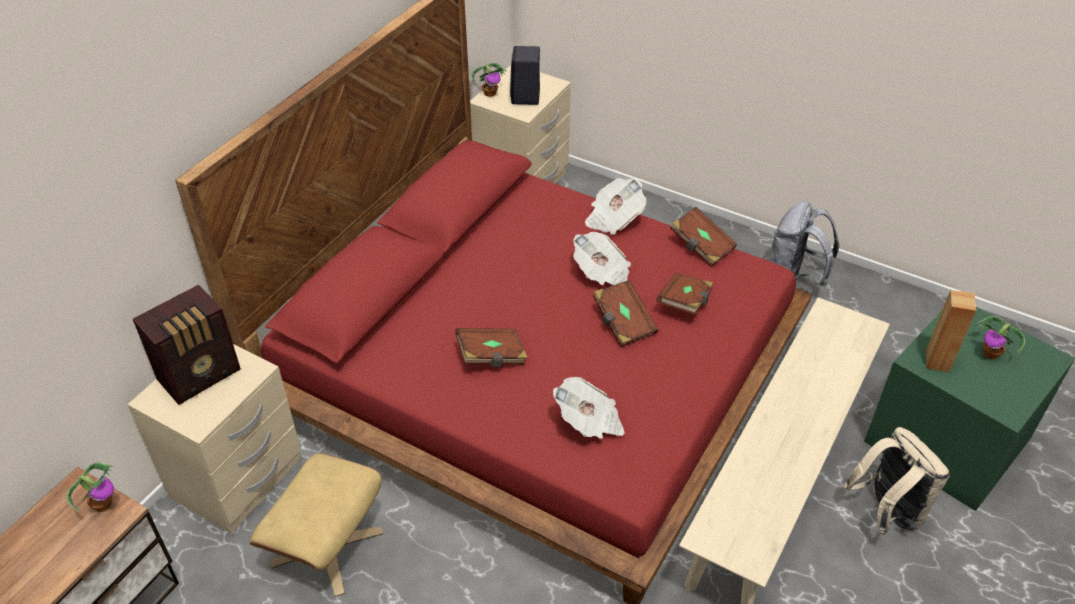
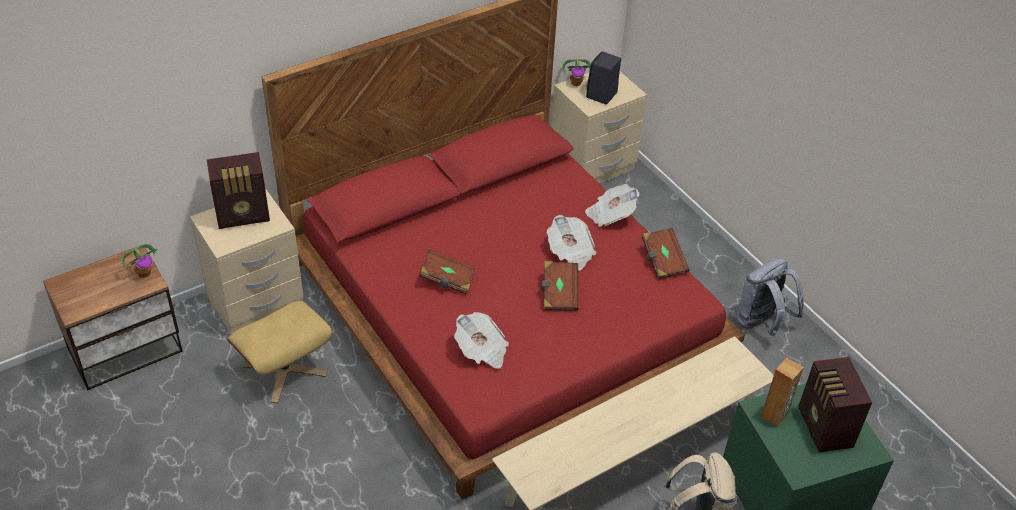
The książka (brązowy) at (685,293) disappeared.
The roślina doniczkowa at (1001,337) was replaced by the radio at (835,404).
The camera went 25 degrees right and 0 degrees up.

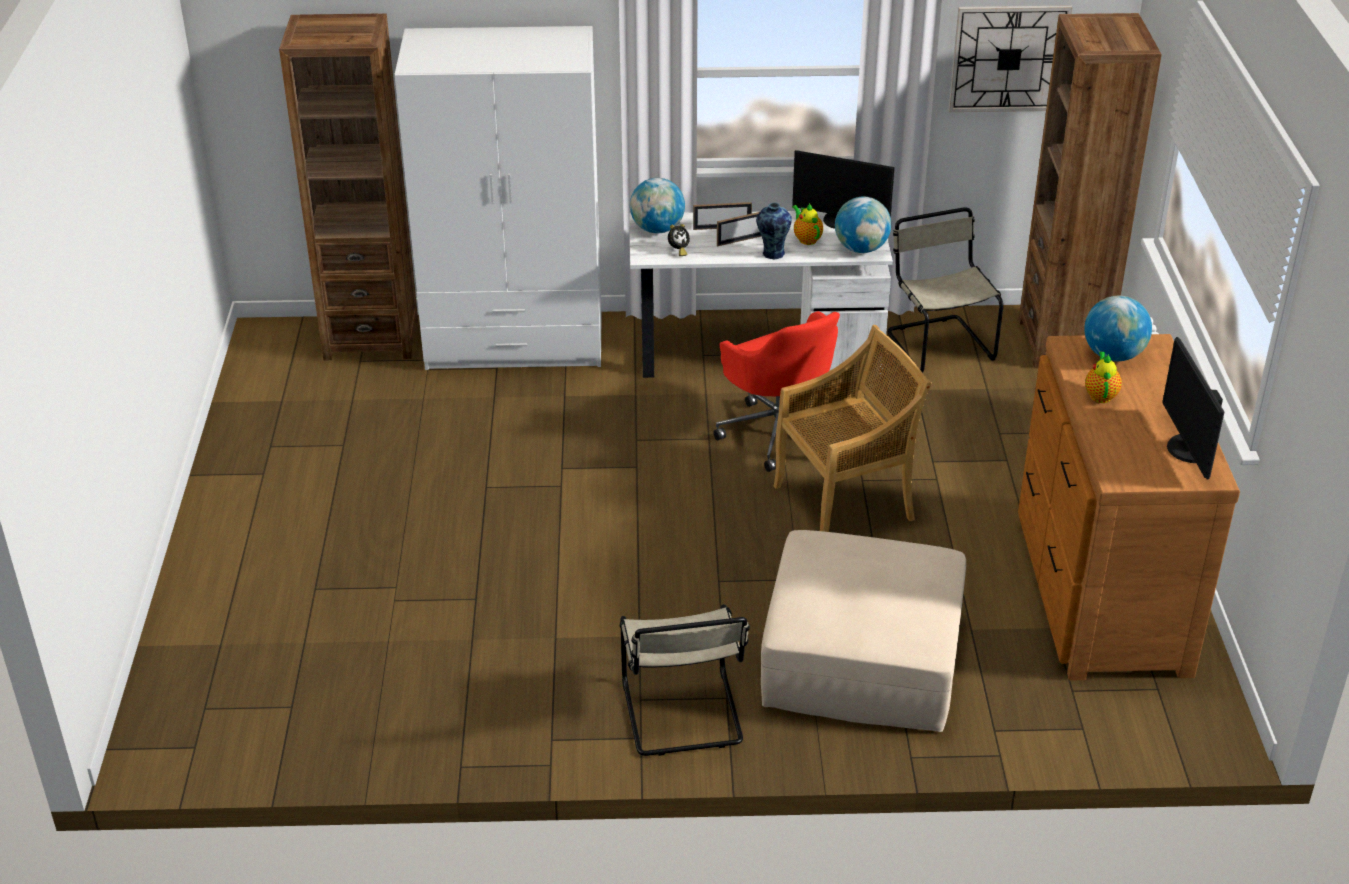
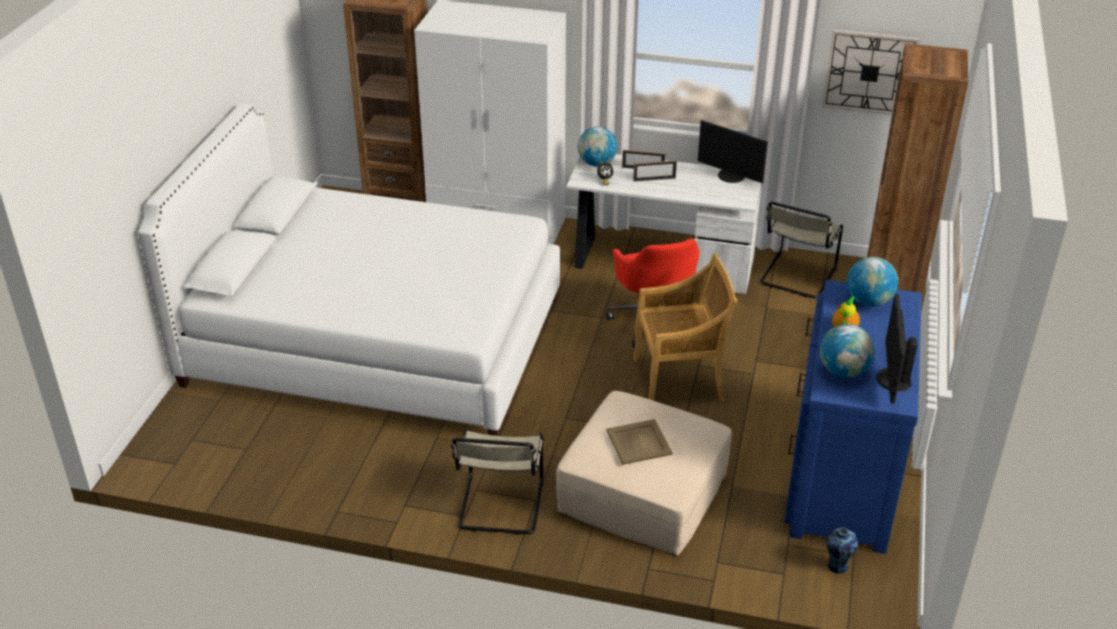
The globus moved from (863,224) to (847,351).
The wazon moved from (774,231) to (841,550).
The imbryk at (807,224) disappeared.
The krzesło (beżowy) at (945,290) turned 150 degrees counterclockwise.
The komoda (brązowy) at (1129,507) became the komoda (niebieski) at (853,417).
The łóżko (biały) at (349,270) appeared.
The taca (beżowy) at (639,442) appeared.
The camera went 15 degrees right and 0 degrees up.

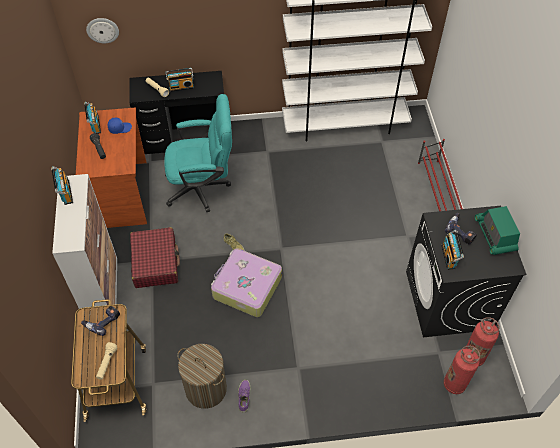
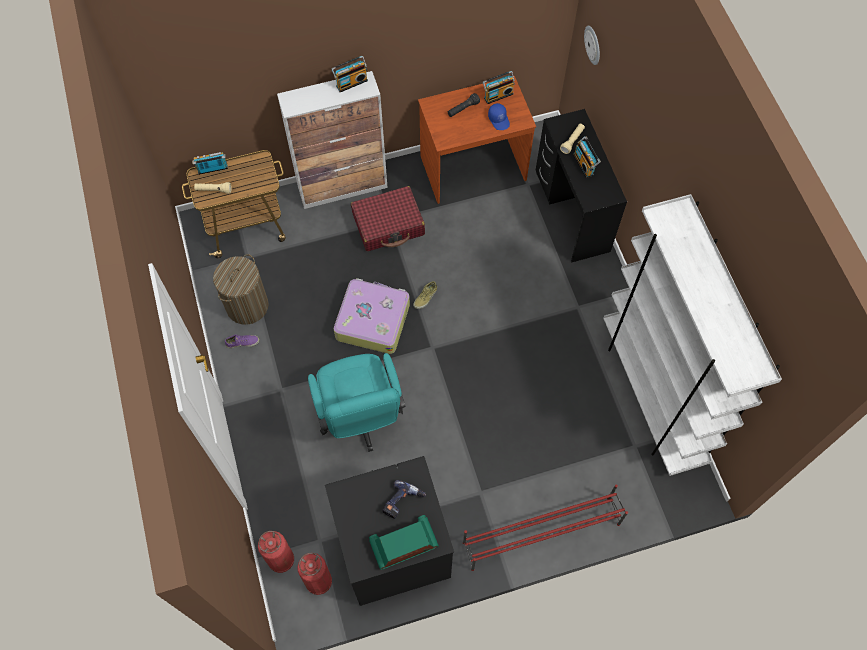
The krzesło biurowe (turkusowy) moved from (198,153) to (357,402).
The radio moved from (452,250) to (210,163).
The wiertarka at (100,321) disappeared.
The camera went 80 degrees right and 10 degrees up.

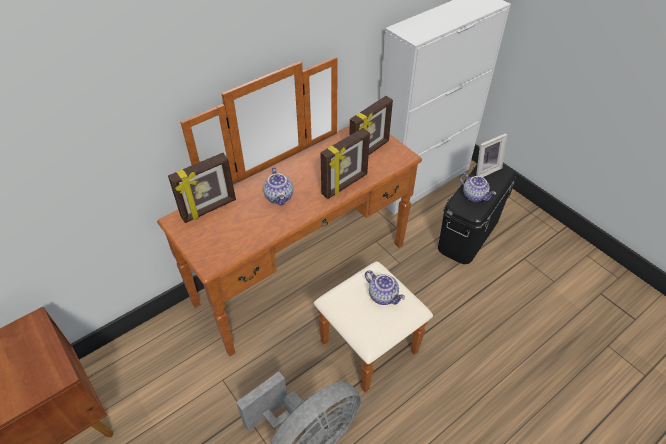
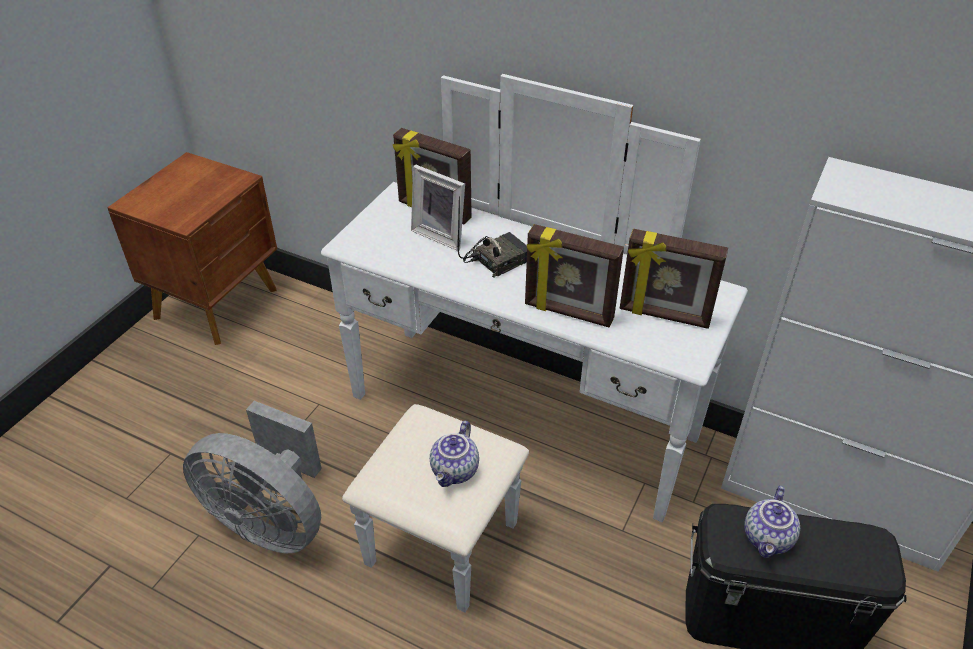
The komoda (brązowy) at (295,225) became the komoda (biały) at (534,343).
The ramka na zdjęcie moved from (491,155) to (438,208).
The imbryk at (278,186) was replaced by the radio at (492,237).
The camera went 65 degrees right and 5 degrees down.

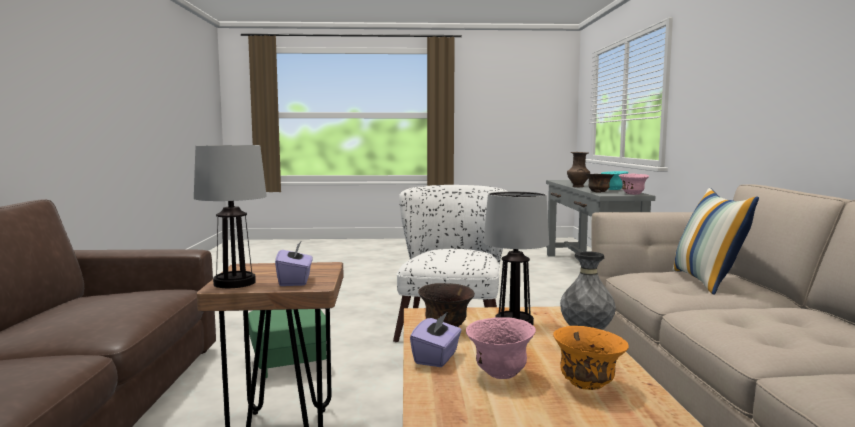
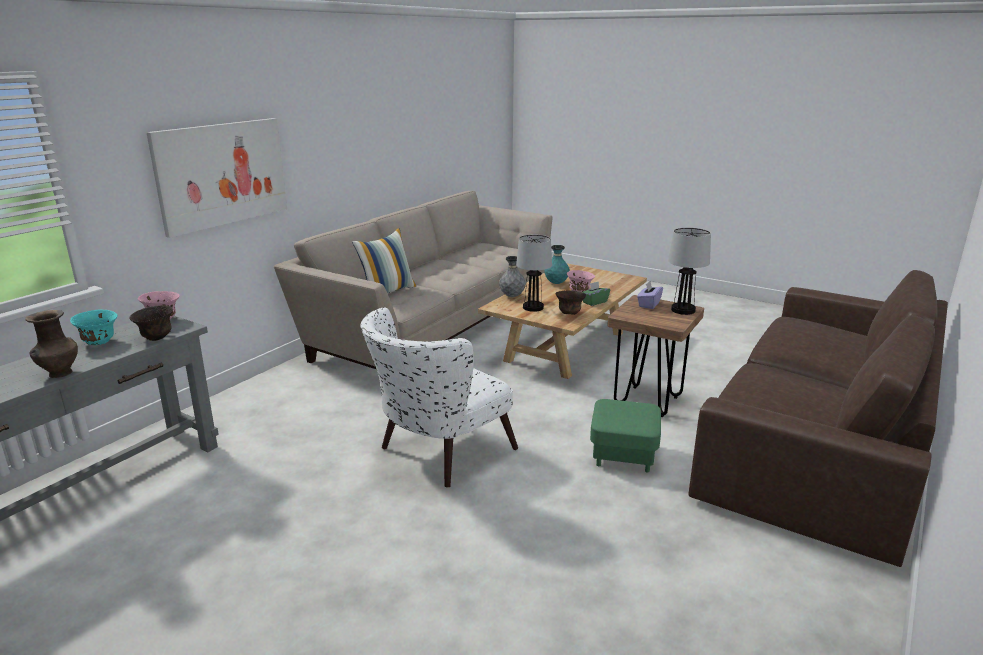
The pudełko chusteczek (fioletowy) at (436,339) became the pudełko chusteczek (zielony) at (596,293).
The miska (pomarańczowy) at (591,358) was replaced by the wazon (turkusowy) at (557,264).
The obraz at (216,178) appeared.
The camera went 145 degrees left and 15 degrees up.

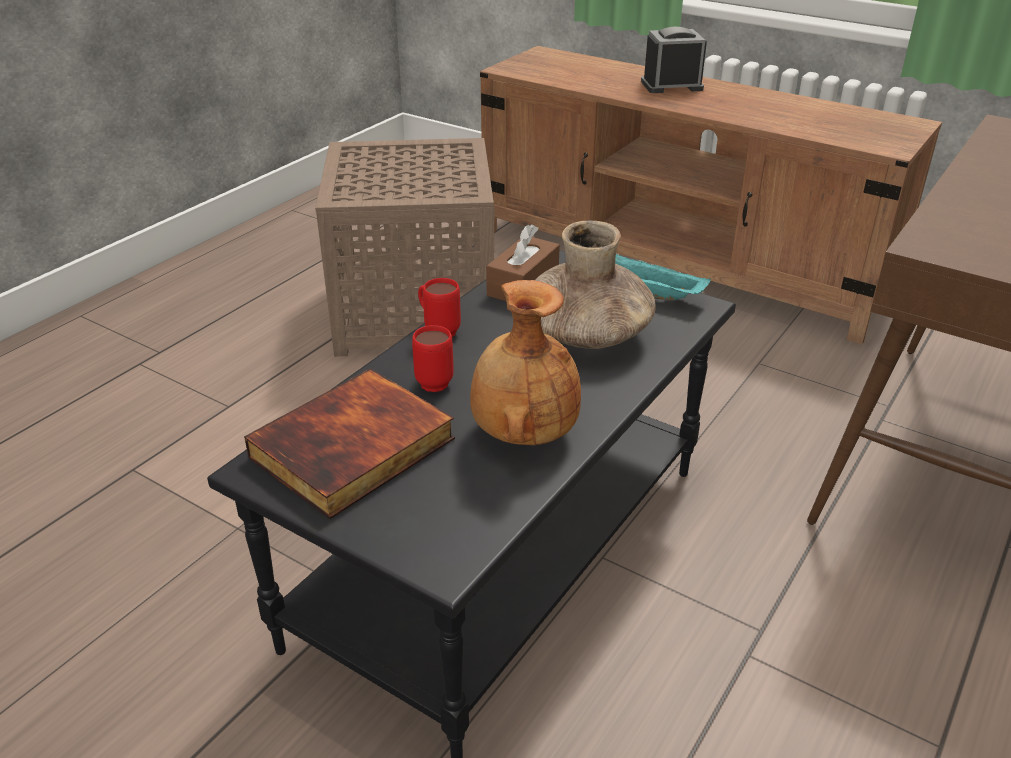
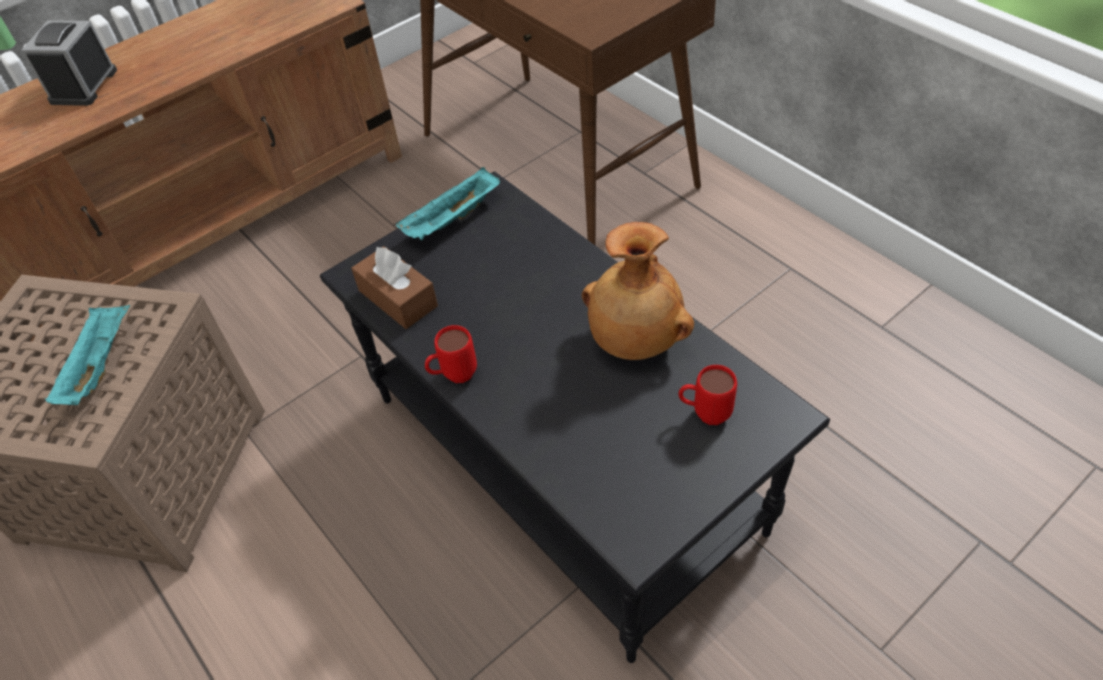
The wazon (brązowy) at (595,284) disappeared.
The kubek (czerwony) moved from (433,358) to (707,395).
The książka at (349,443) disappeared.
The taca (turkusowy) at (87,355) appeared.
The camera went 70 degrees left and 15 degrees up.

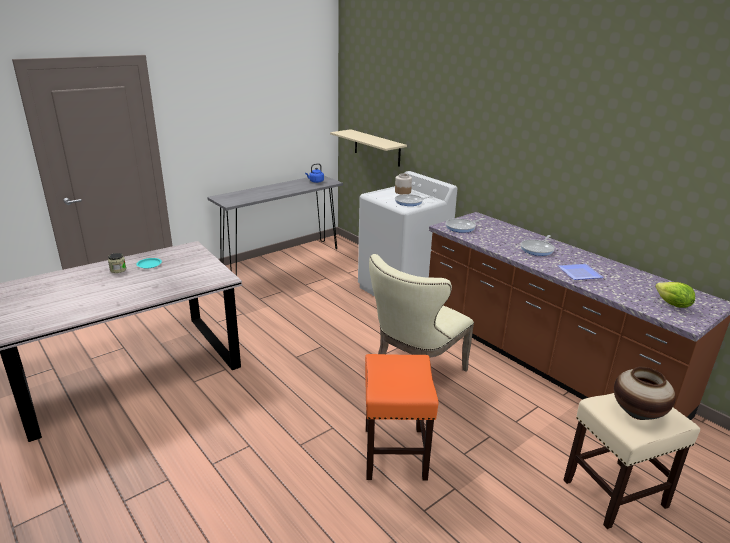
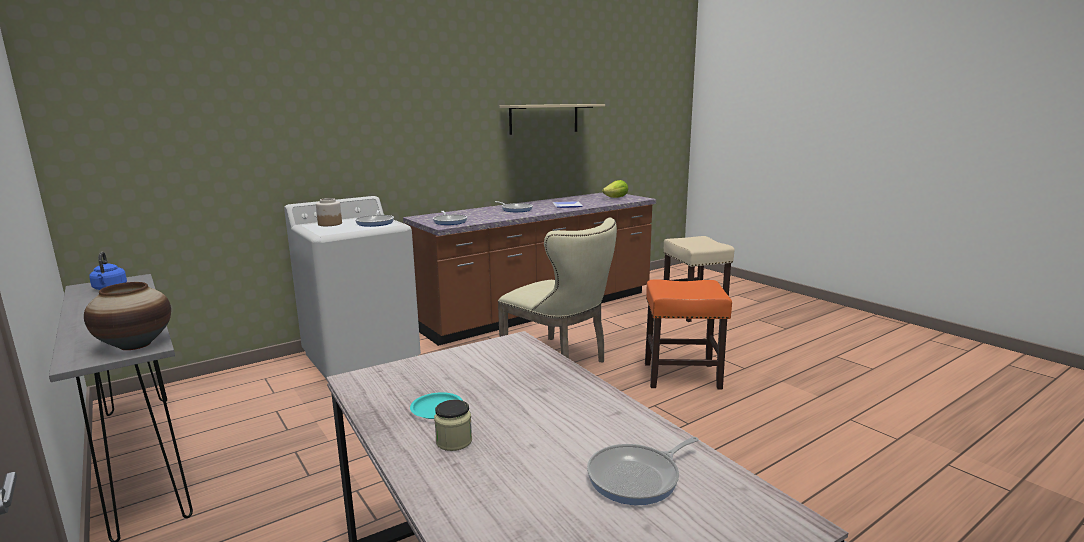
The półka (beżowy) moved from (368,148) to (552,119).
The wazon moved from (645,393) to (127,316).
The patelnia at (643,471) appeared.
The camera went 85 degrees left and 10 degrees down.

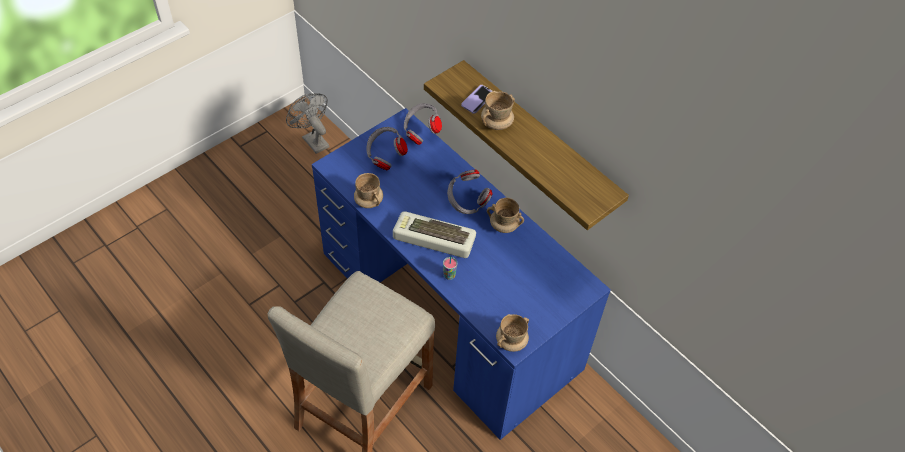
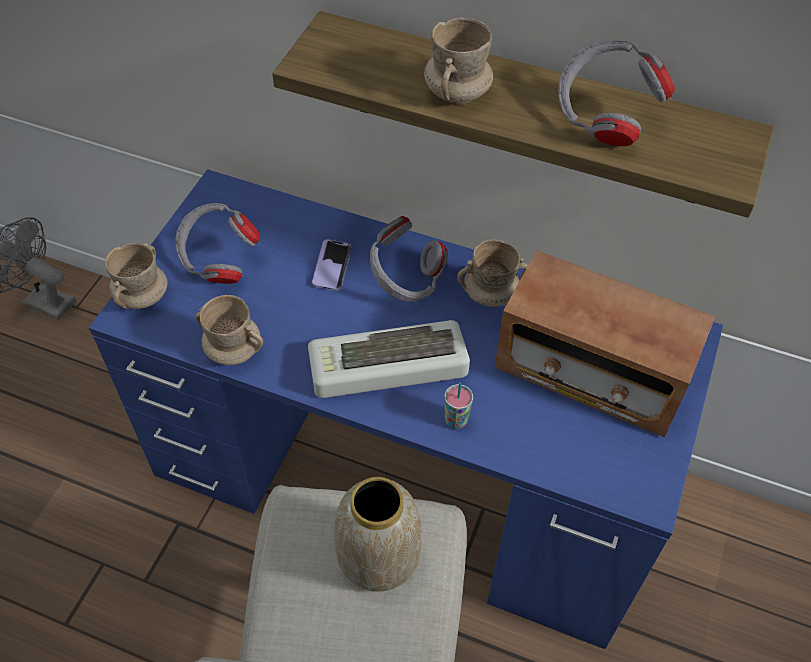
The telefon moved from (476,99) to (331,265).
The słuchawki (szary) moved from (423,124) to (616,93).
The kubek (beżowy) moved from (512,333) to (136,276).
The radio at (605,343) appeared.
The wazon at (378,534) appeared.
The camera went 25 degrees left and 0 degrees up.

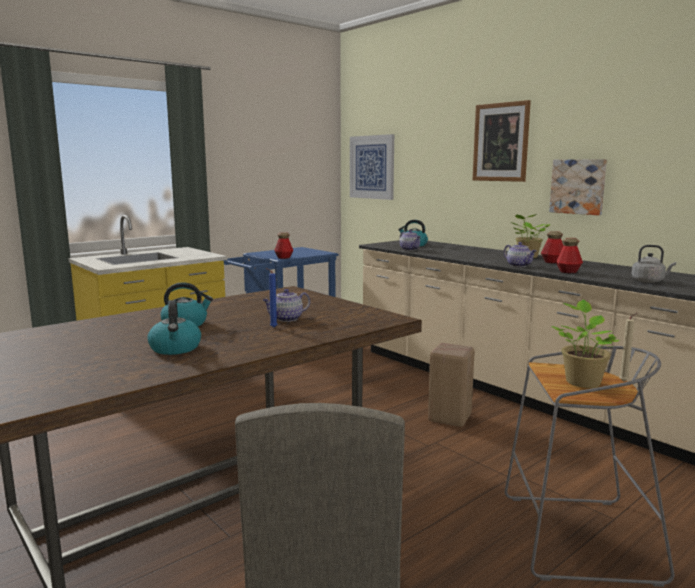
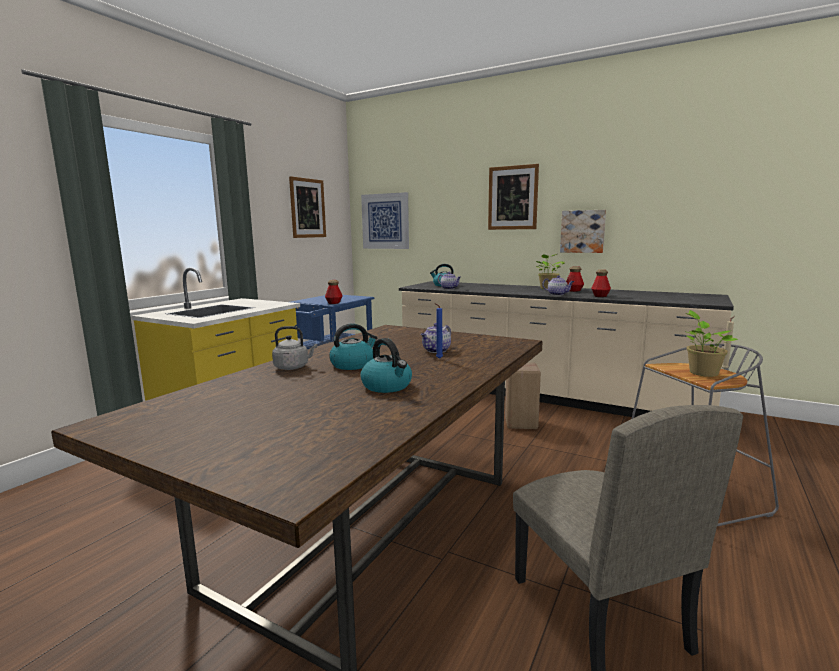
The czajnik (szary) moved from (653,264) to (294,348).
The obraz at (307,207) appeared.
The camera went 20 degrees left and 0 degrees up.

